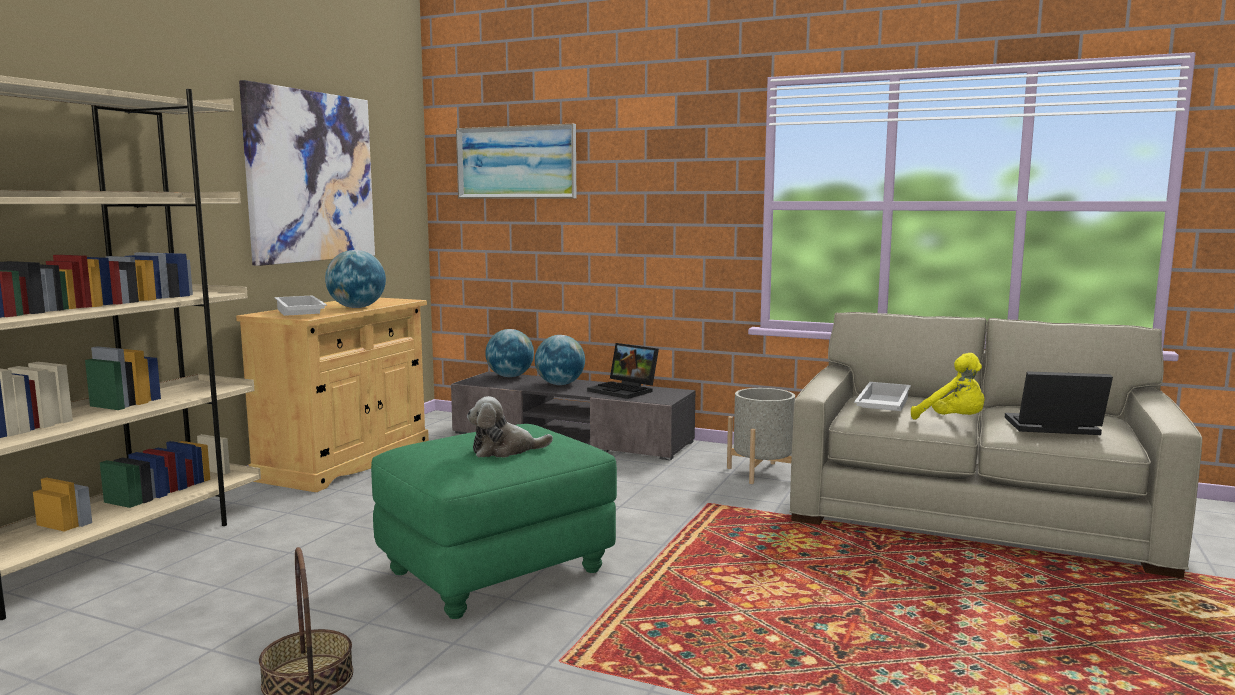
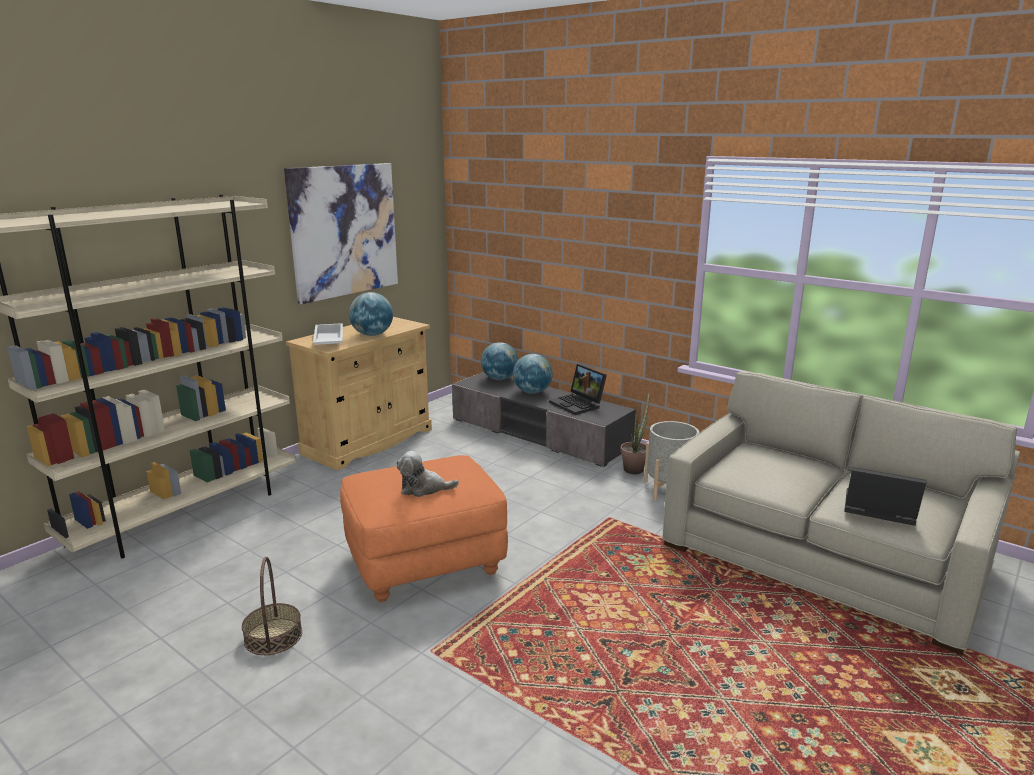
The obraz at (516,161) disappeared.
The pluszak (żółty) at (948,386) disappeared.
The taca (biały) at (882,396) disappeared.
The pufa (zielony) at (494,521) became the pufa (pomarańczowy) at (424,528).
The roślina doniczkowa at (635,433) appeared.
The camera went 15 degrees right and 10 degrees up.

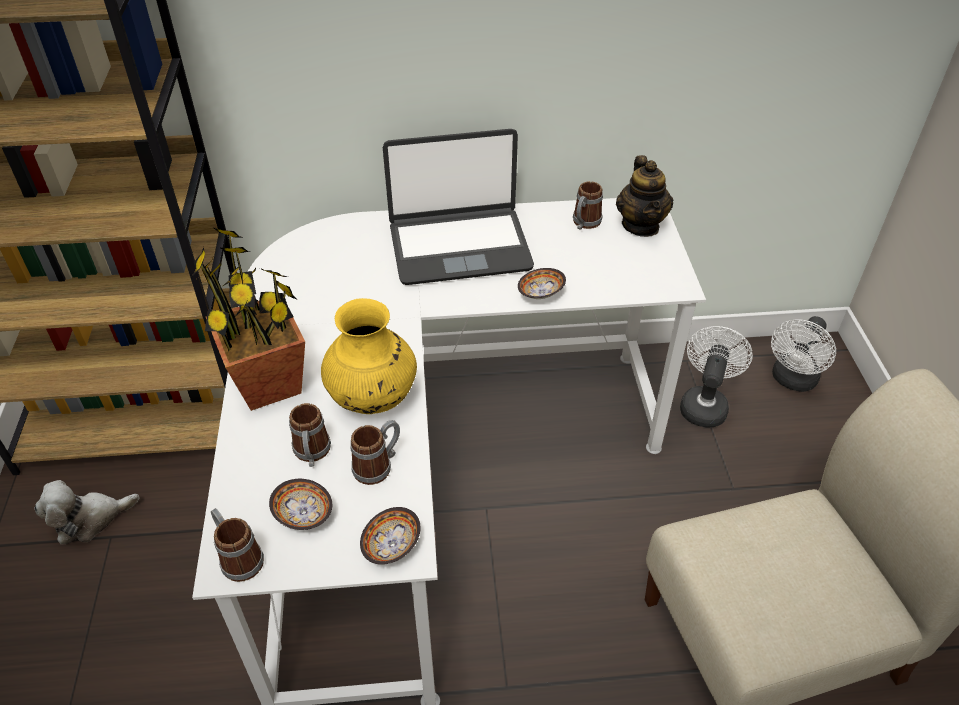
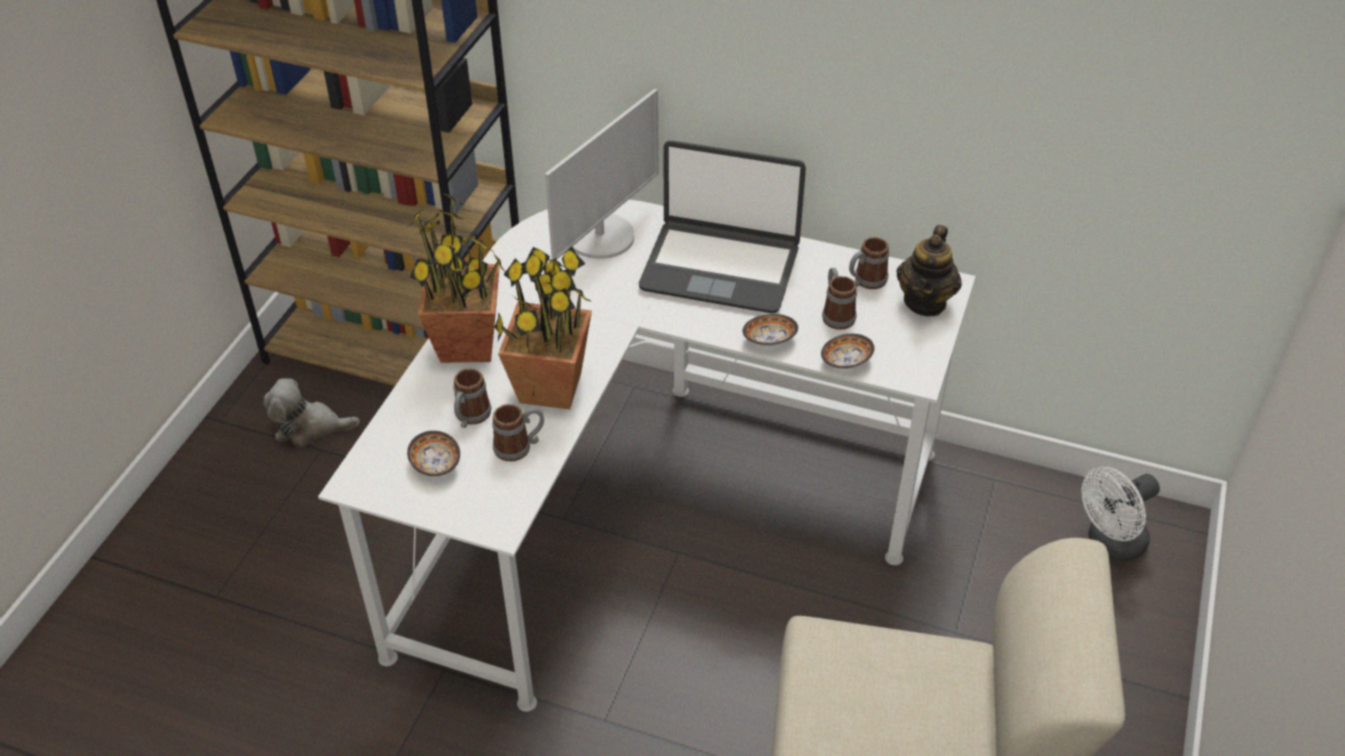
The wazon (żółty) at (369,356) was replaced by the roślina doniczkowa at (543,327).
The wentylator (biały) at (716,376) disappeared.
The miska moved from (390,536) to (848,351).
The kubek moved from (237,545) to (839,298).
The monitor at (602,174) appeared.
The camera went 25 degrees right and 0 degrees up.

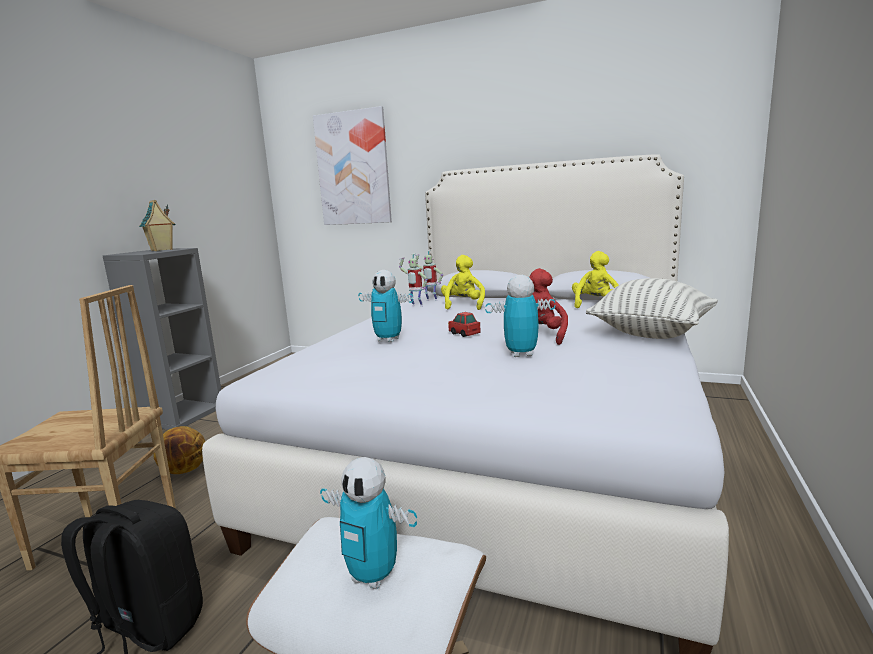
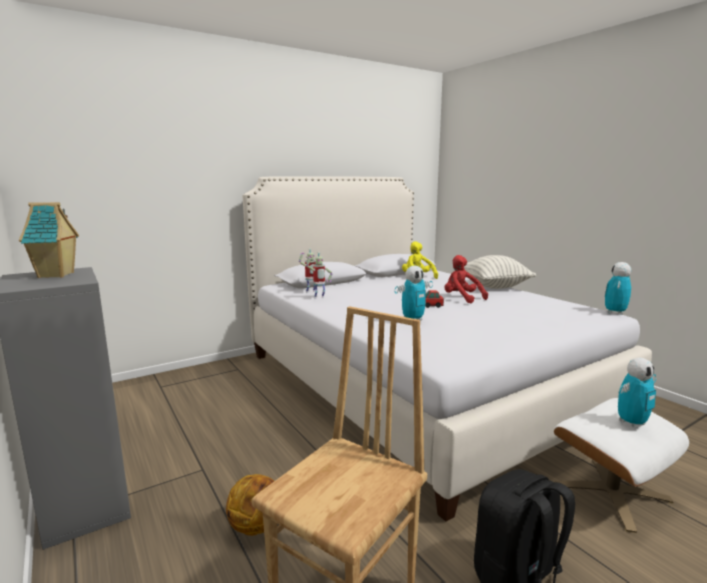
The obraz at (352,165) disappeared.
The pluszak (żółty) at (463,282) disappeared.
The robot zabawkowy moved from (520,316) to (618,288).
The camera went 55 degrees left and 0 degrees up.

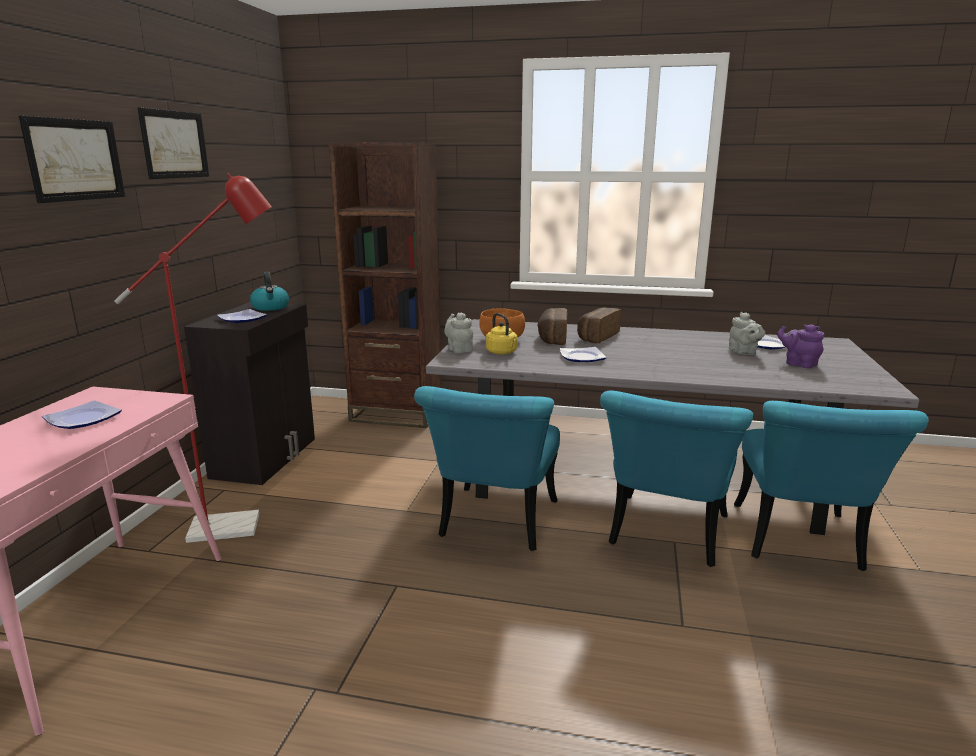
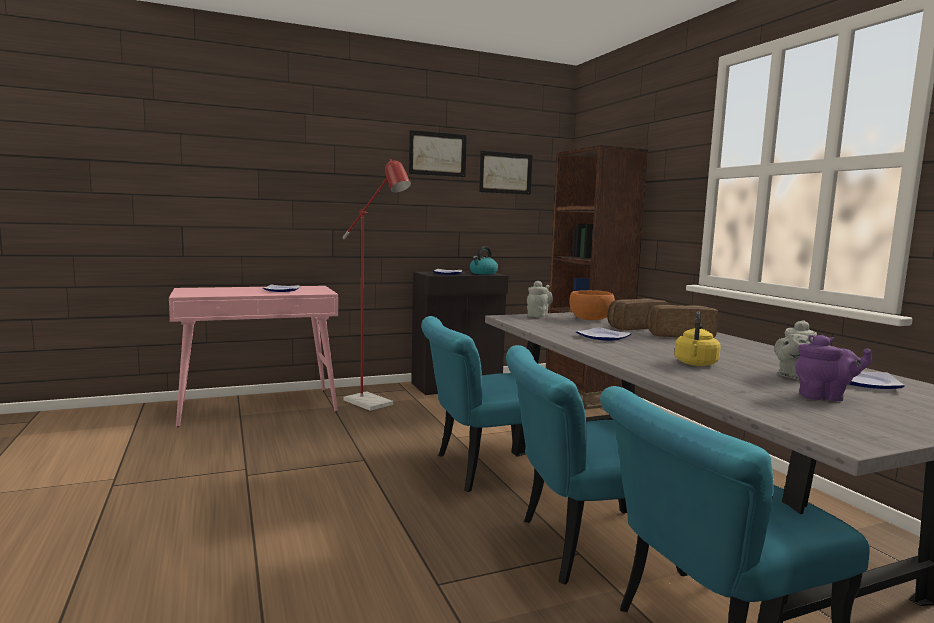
The obraz moved from (72,159) to (506,173).
The czajnik (żółty) moved from (502,334) to (698,338).
The imbryk (fioletowy) at (800,346) turned 90 degrees clockwise.
The camera went 55 degrees right and 10 degrees down.

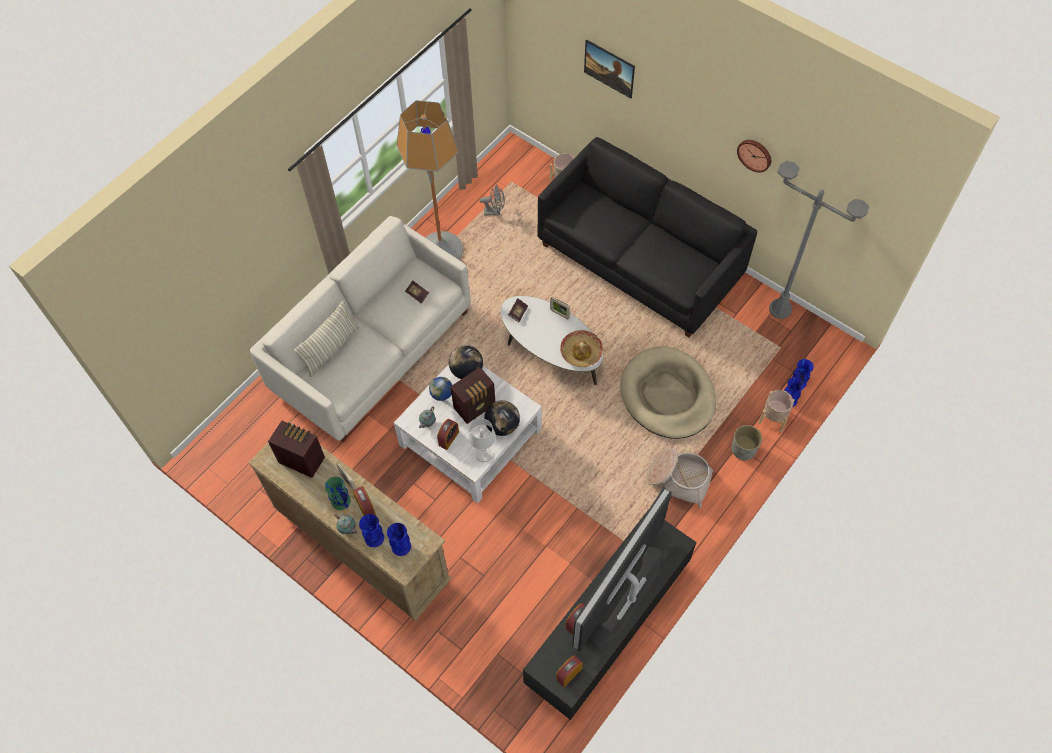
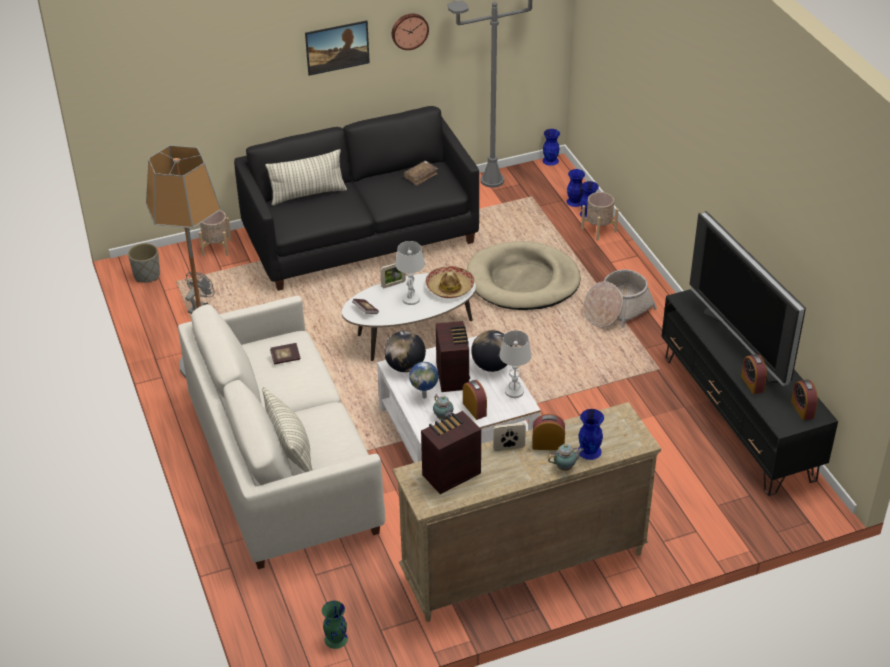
The obraz moved from (609,69) to (337,48).
The donica (szary) moved from (747,443) to (144,263).
The wazon (zielony) moved from (338,493) to (335,625).
The wazon (niebieski) moved from (399,539) to (551,147).
The poduszka at (306,177) appeared.
The książka (brązowy) at (421,173) appeared.
The lampa stołowa (biały) at (410,273) appeared.
The camera went 60 degrees left and 20 degrees down.

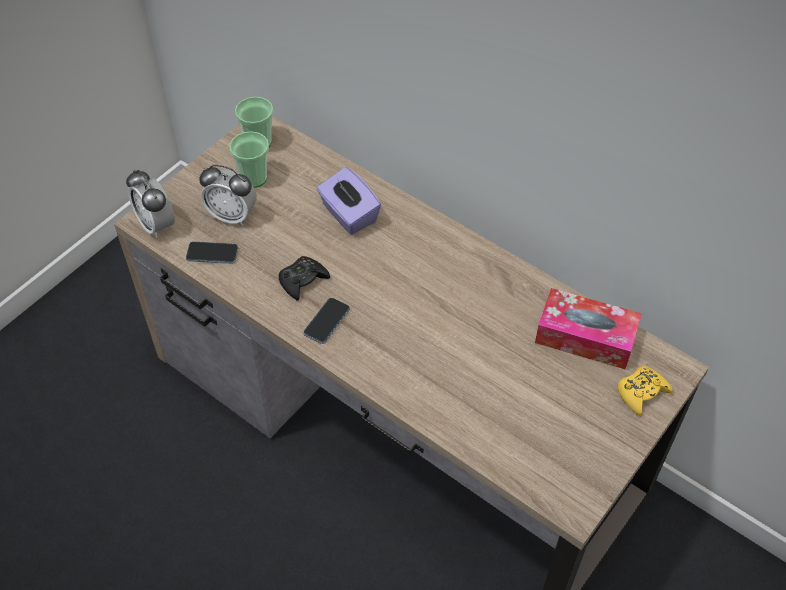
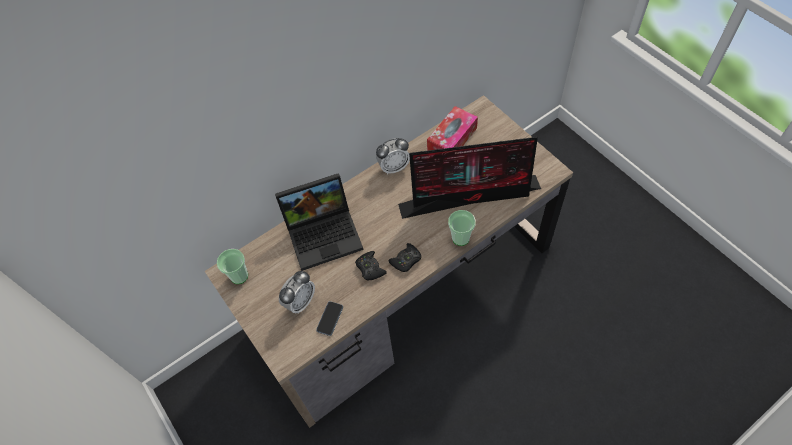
The filiżanka moved from (249,159) to (462,228).
The pudełko chusteczek (fioletowy) at (349,201) was replaced by the laptop at (319,222).
The budzik moved from (150,204) to (393,156).
The telefon at (326,321) was replaced by the pad do gier (czarny) at (405,257).
The pad do gier (żółty) at (645,391) disappeared.
The monitor at (469,178) appeared.
The camera went 70 degrees left and 5 degrees up.

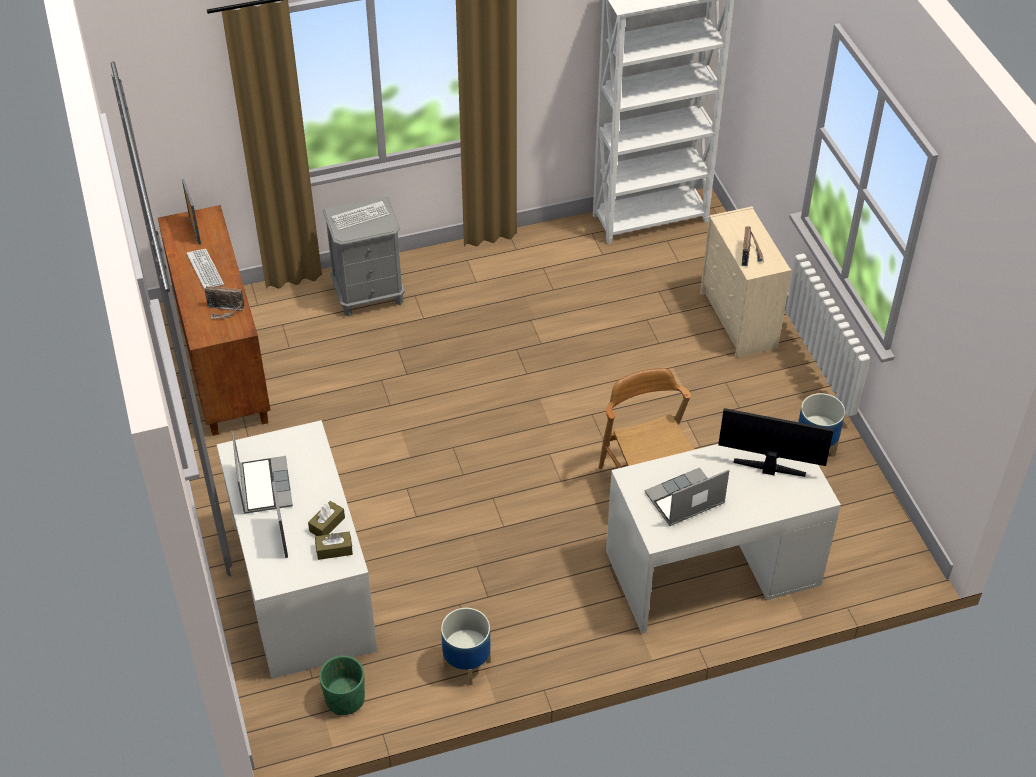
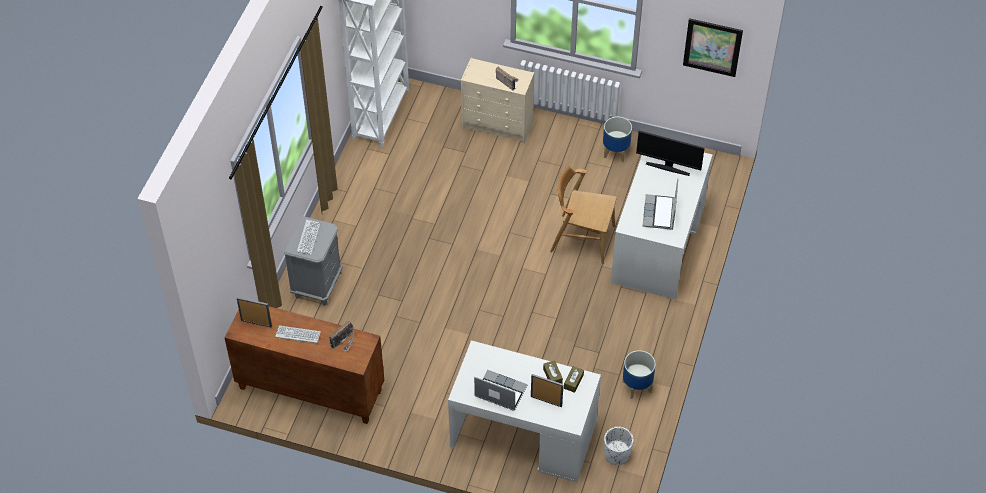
The monitor at (776,442) turned 120 degrees counterclockwise.
The donica (zielony) at (342,685) became the donica (biały) at (618,446).
The obraz at (713,47) appeared.
The camera went 55 degrees left and 5 degrees up.

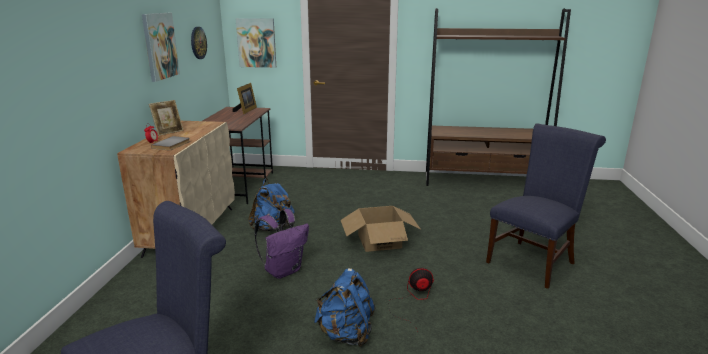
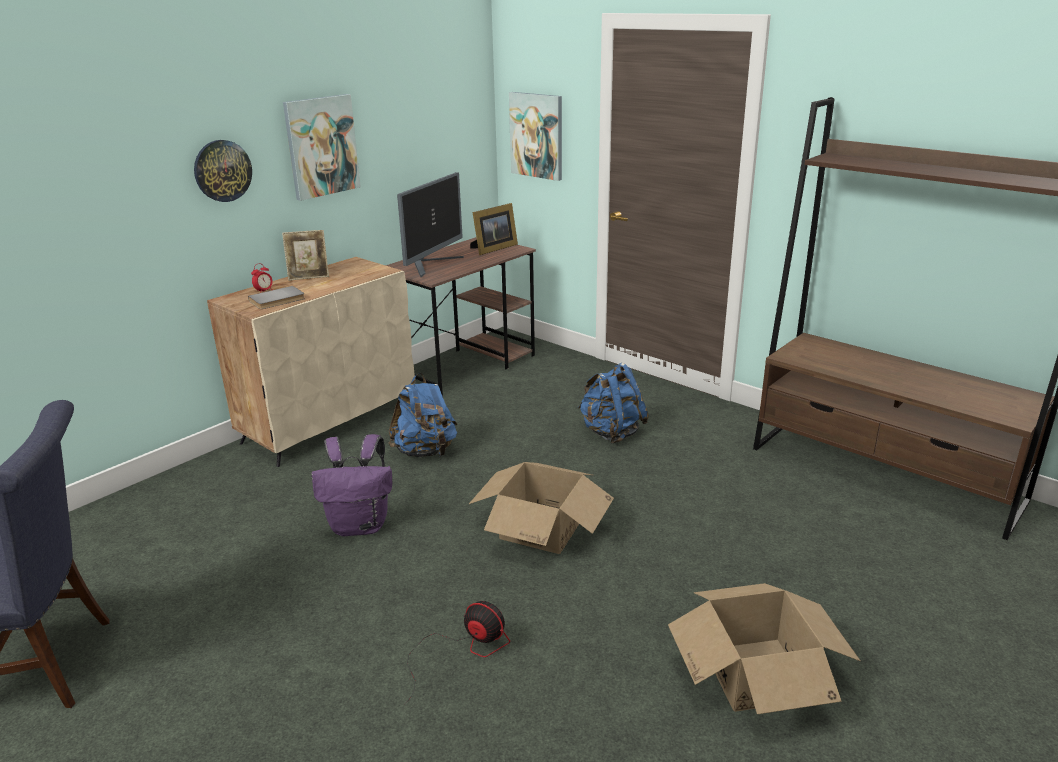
The zegar ścienny moved from (199,43) to (223,171).
The krzesło (niebieski) at (546,206) was replaced by the karton at (764,648).
The plecak (niebieski) moved from (344,307) to (613,403).
The monitor at (430,224) appeared.
The camera went 35 degrees right and 5 degrees up.

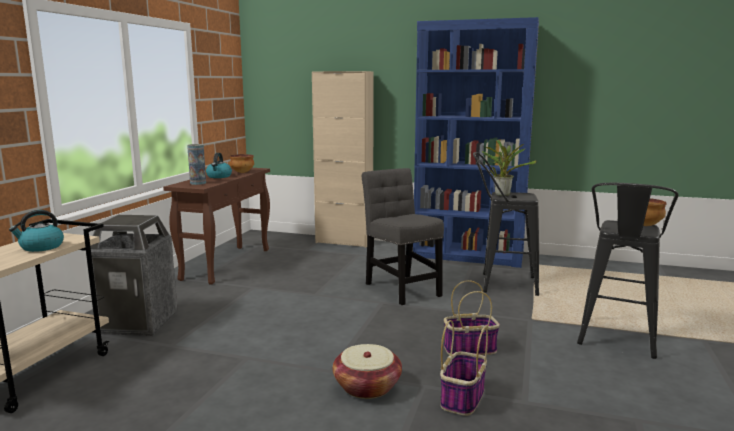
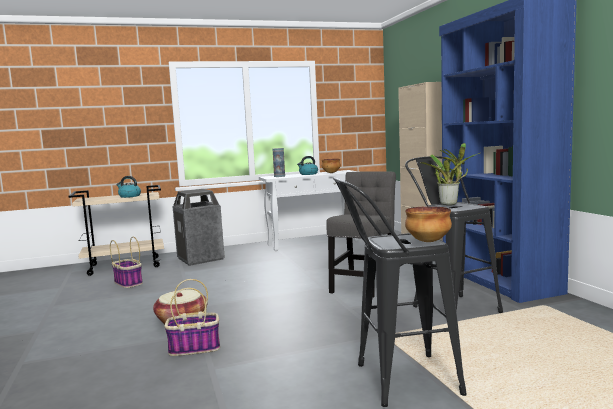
The stolik konsolowy (brązowy) at (216,226) became the stolik konsolowy (biały) at (309,210).
The koszyk moved from (472,317) to (126,262).
The camera went 55 degrees right and 5 degrees down.

